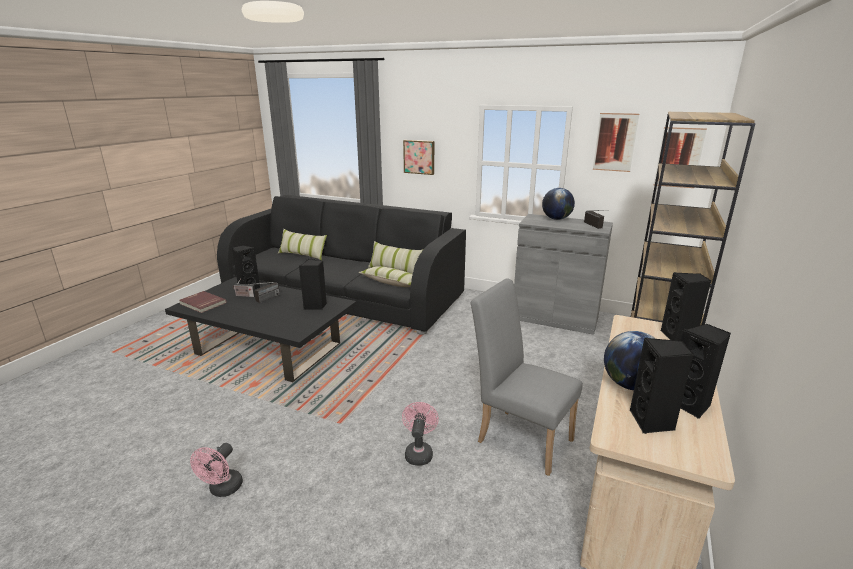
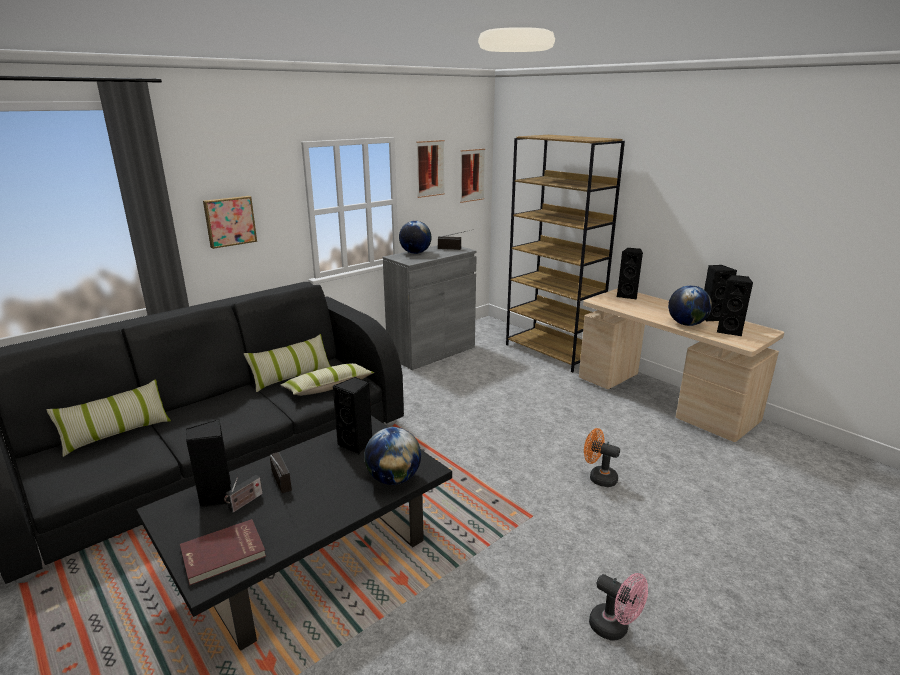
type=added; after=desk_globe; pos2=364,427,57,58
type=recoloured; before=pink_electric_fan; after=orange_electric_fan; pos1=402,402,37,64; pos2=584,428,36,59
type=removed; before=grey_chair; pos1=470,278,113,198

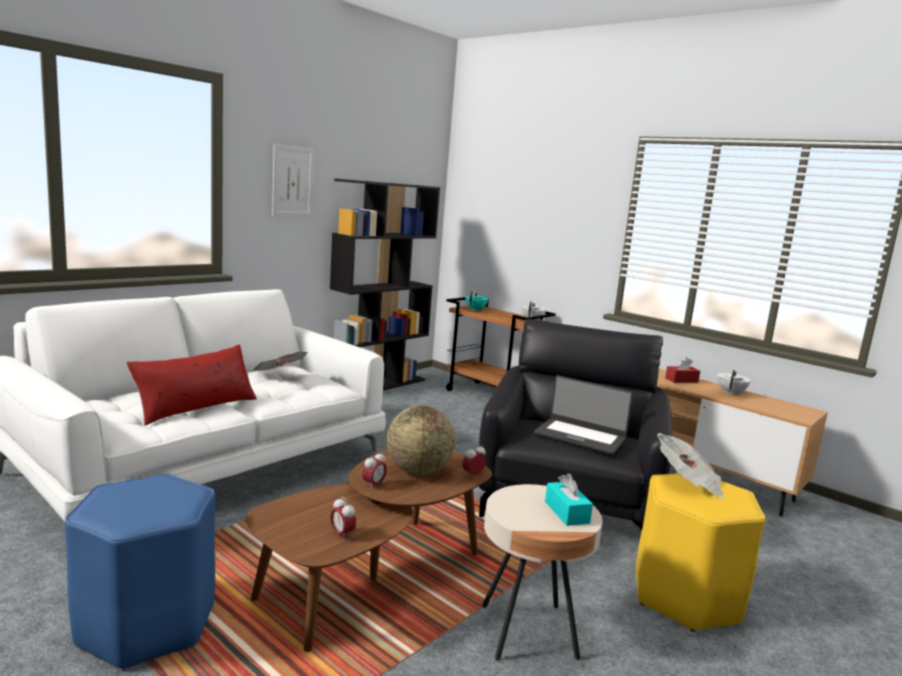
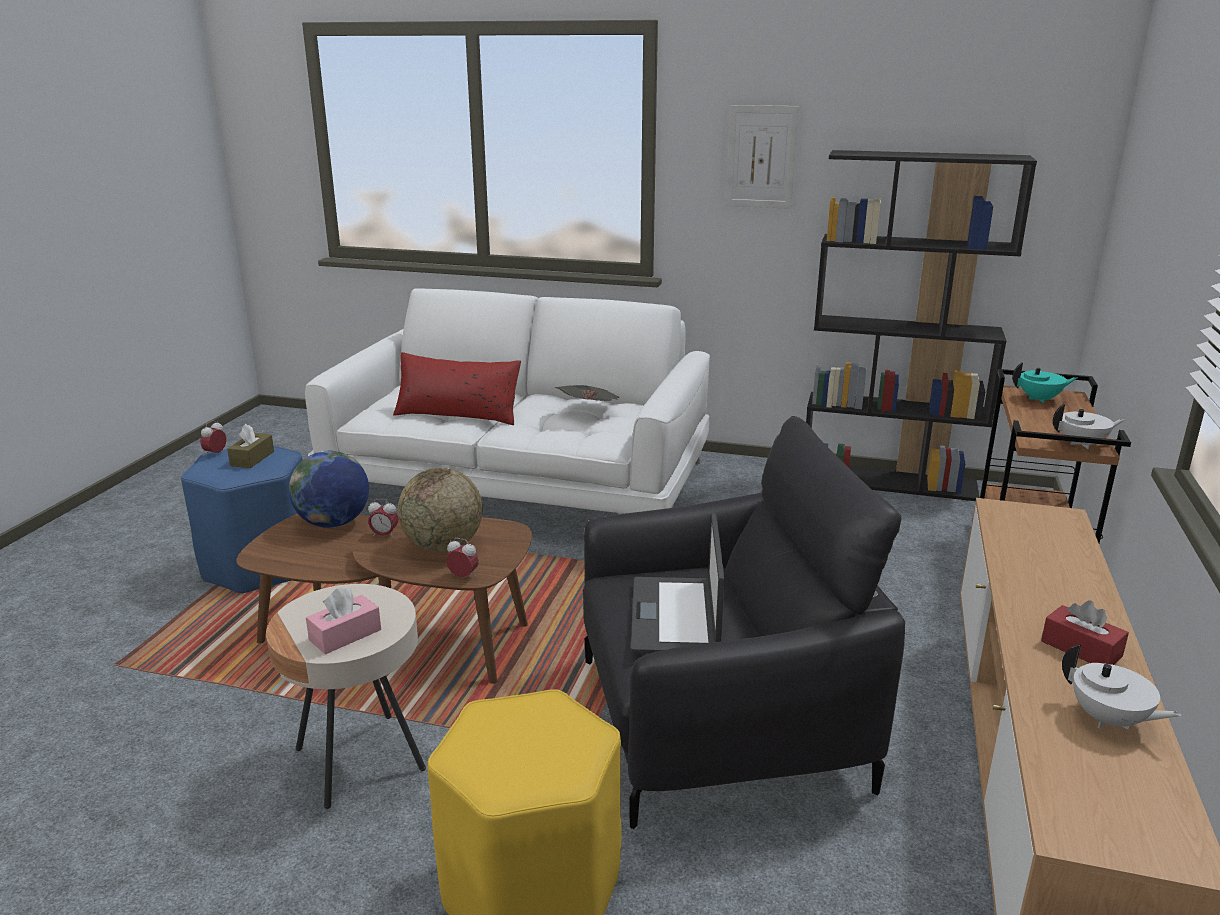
type=moved; before=table_clock; pos1=330,496,26,45; pos2=200,420,26,37
type=added; after=brown_box_of_tissues; pos2=227,424,47,44
type=added; after=desk_globe; pos2=289,451,80,77
type=recoloured; before=turquoise_box_of_tissues; after=pink_box_of_tissues; pos1=545,473,48,53; pos2=306,587,75,67
type=turned; before=white_tea_pot; pos1=717,370,34,25; pos2=1062,644,120,86; turn=45
type=removed; before=newspaper; pos1=657,433,67,65

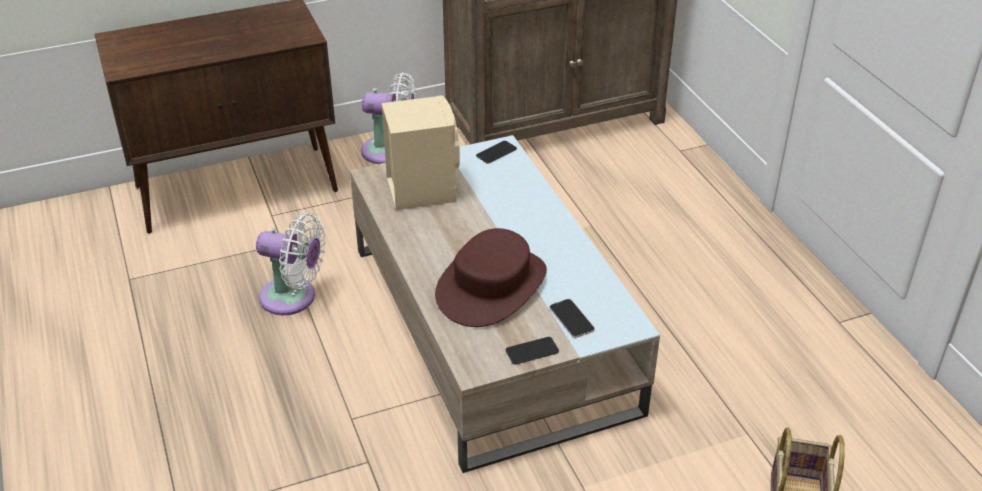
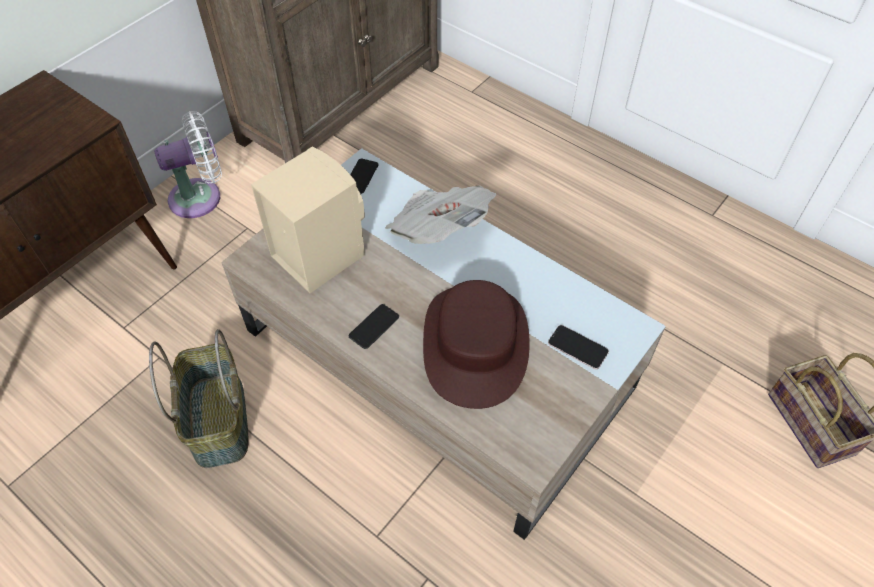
type=replaced; before=white_electric_fan; after=household_basket; pos1=256,213,70,102; pos2=149,329,99,139
type=moved; before=handset; pos1=506,337,53,28; pos2=349,304,50,45
type=added; after=newspaper; pos2=385,186,111,58

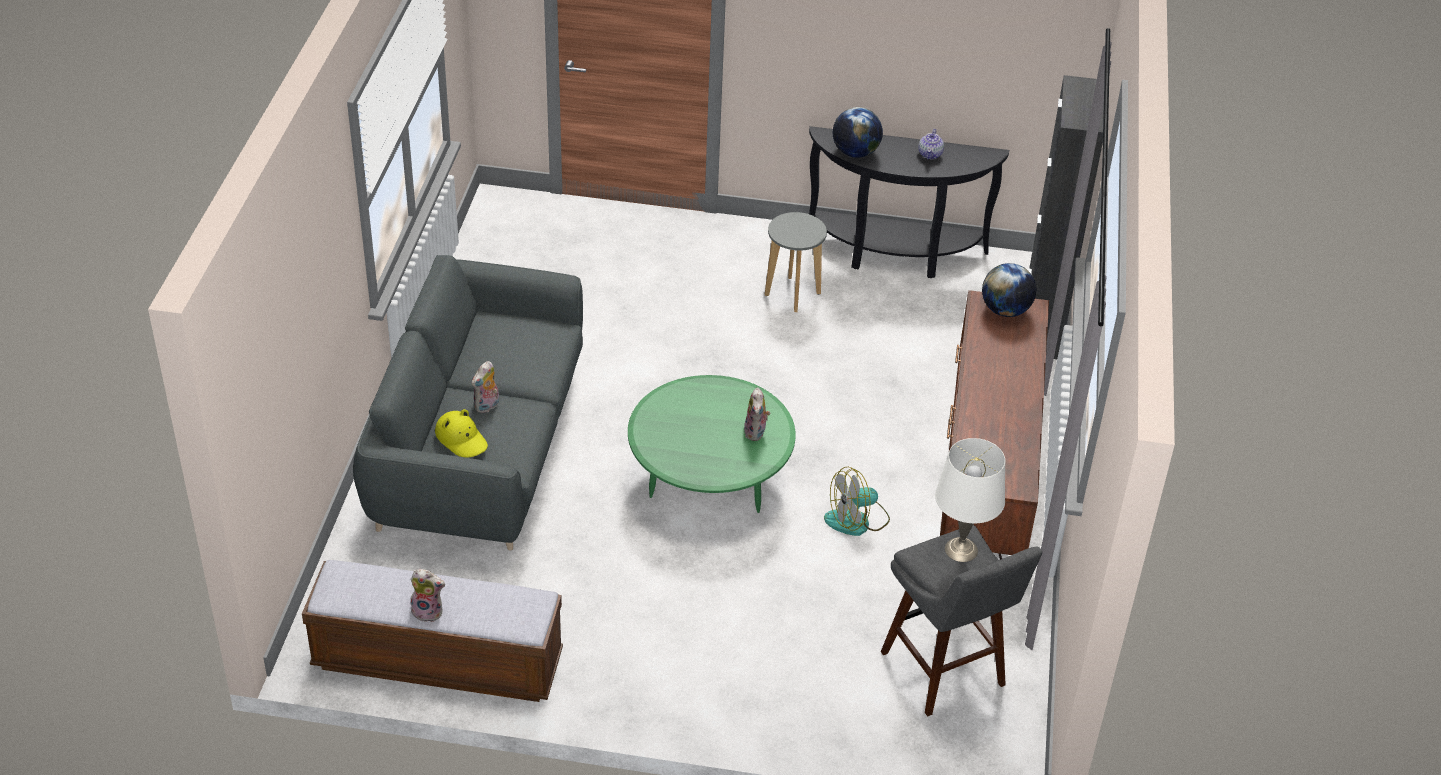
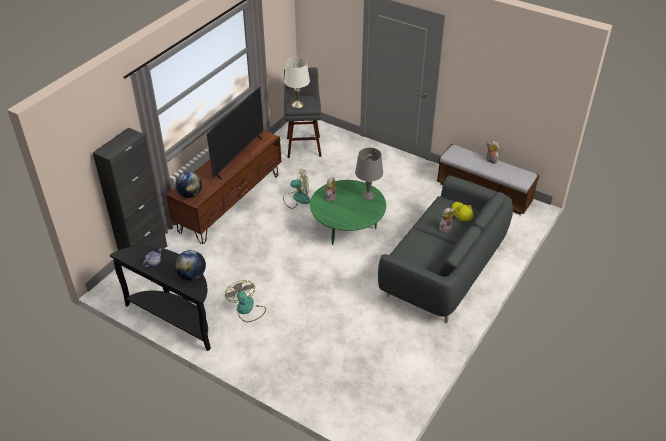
type=added; after=TV; pos2=207,87,56,92
type=replaced; before=grey_stool_seat; after=electric_fan; pos1=765,212,62,100; pos2=225,280,41,42
type=added; after=grey_lamp_for_a_table; pos2=355,148,28,52

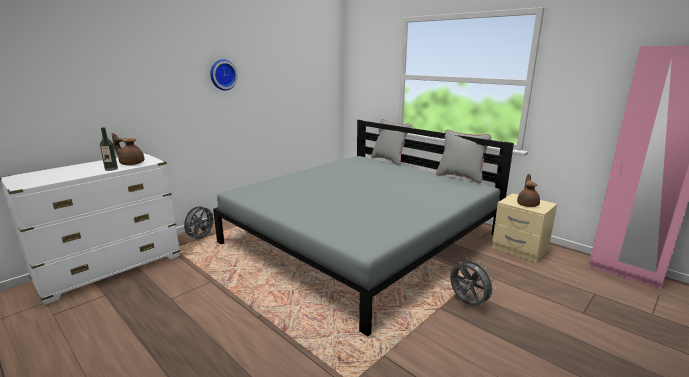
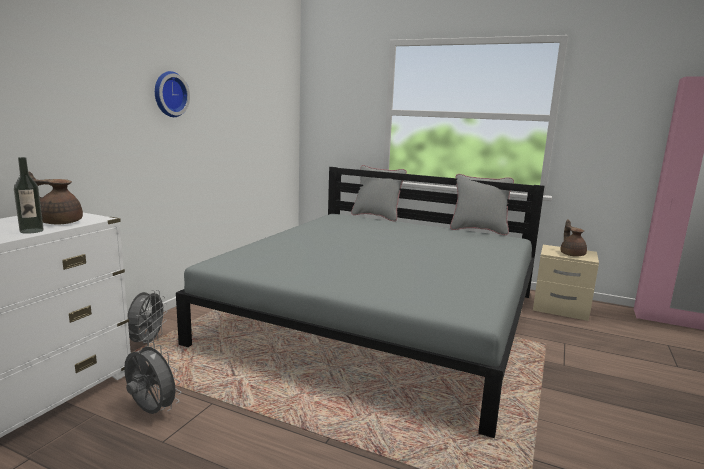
type=moved; before=grey_electric_fan; pos1=450,258,46,48; pos2=124,342,57,72

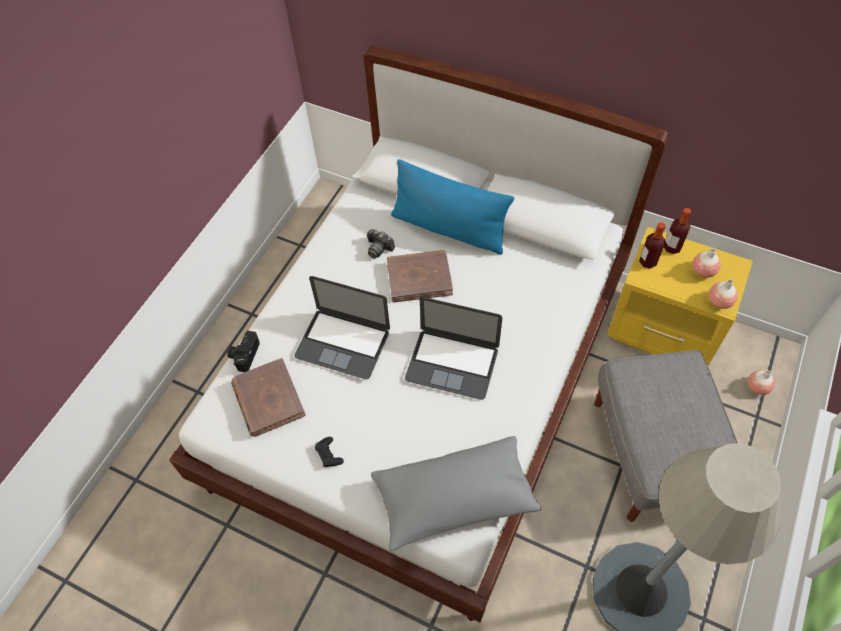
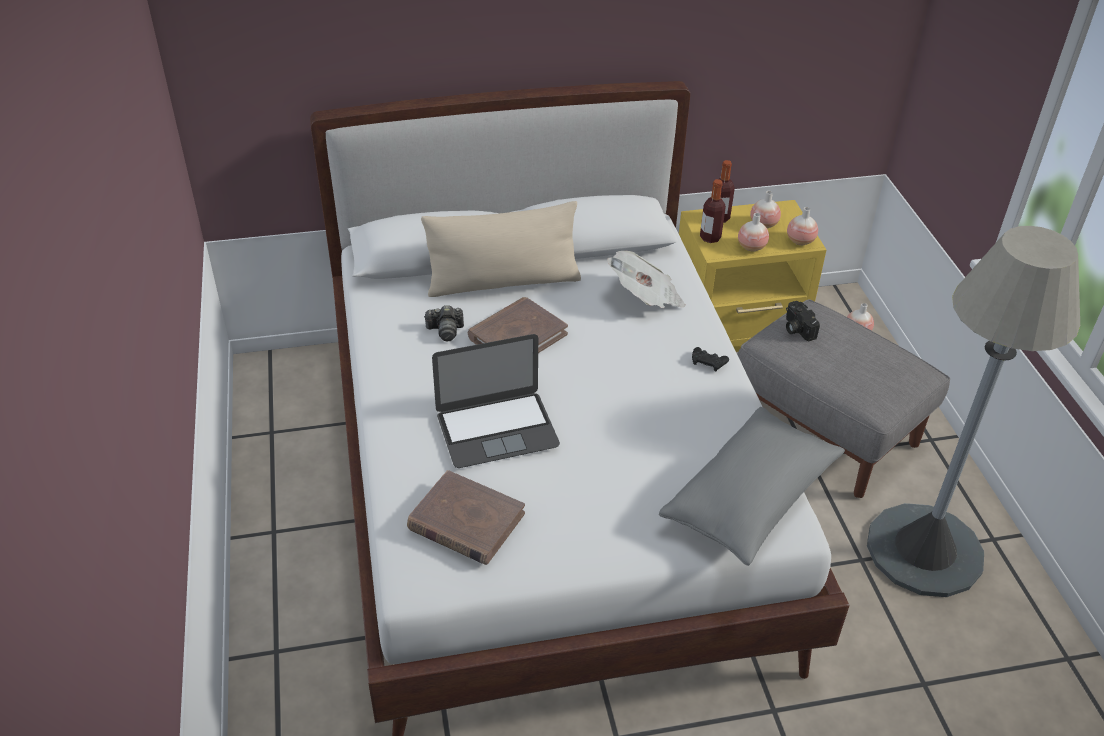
type=recoloured; before=blue_pillow; after=sand-coloured_pillow; pos1=391,159,123,96; pos2=421,201,160,96
type=added; after=newspaper; pos2=607,251,79,57
type=moved; before=black_joypad; pos1=315,437,29,30; pos2=692,347,37,25
type=added; after=flower_vase; pos2=738,213,31,39
type=moved; before=still_camera; pos1=227,331,33,41; pos2=786,301,34,41
type=removed; before=notebook_computer; pos1=405,297,97,103

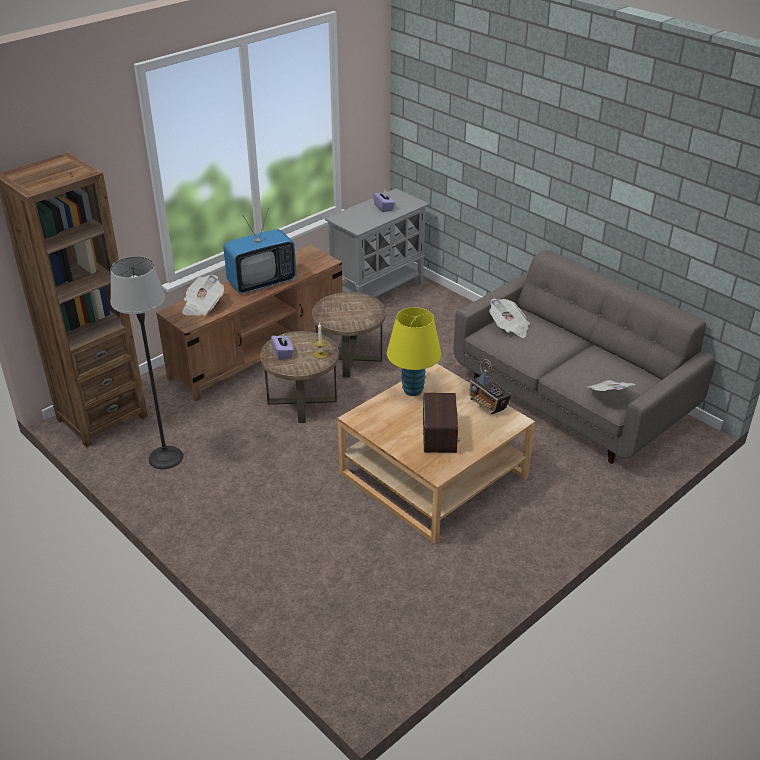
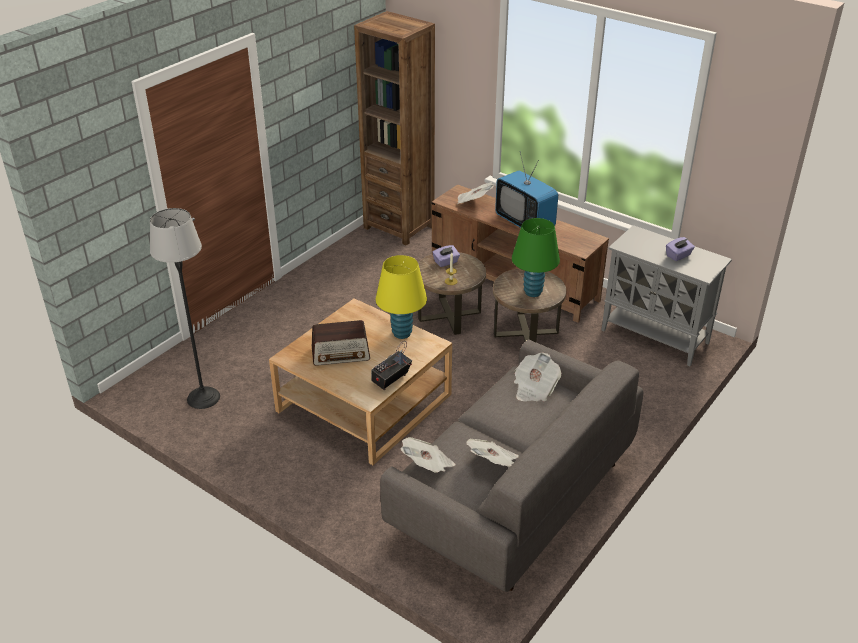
type=moved; before=floor_lamp; pos1=110,256,73,213; pos2=150,208,70,201
type=added; after=newspaper; pos2=466,439,53,28
type=added; after=green_lamp_for_a_table; pos2=512,218,48,79

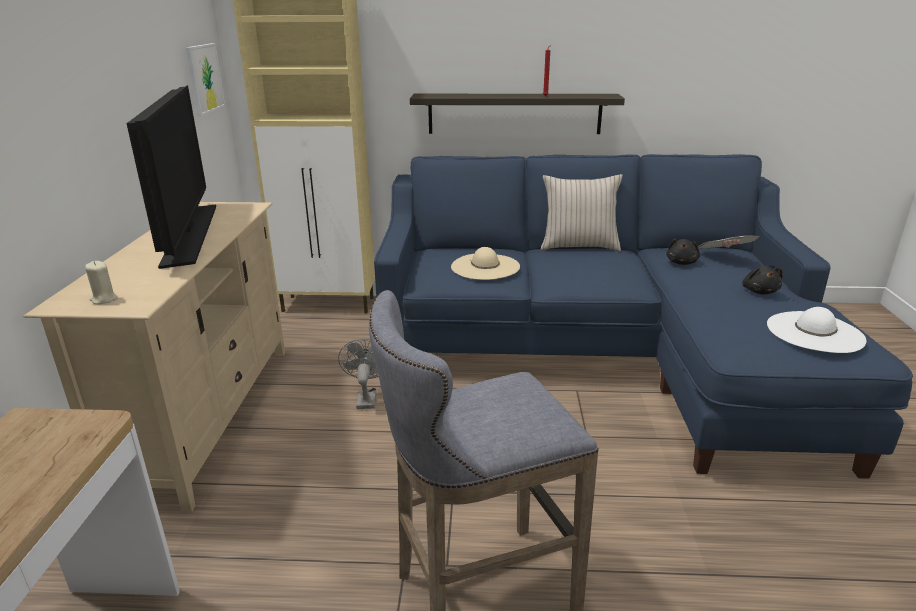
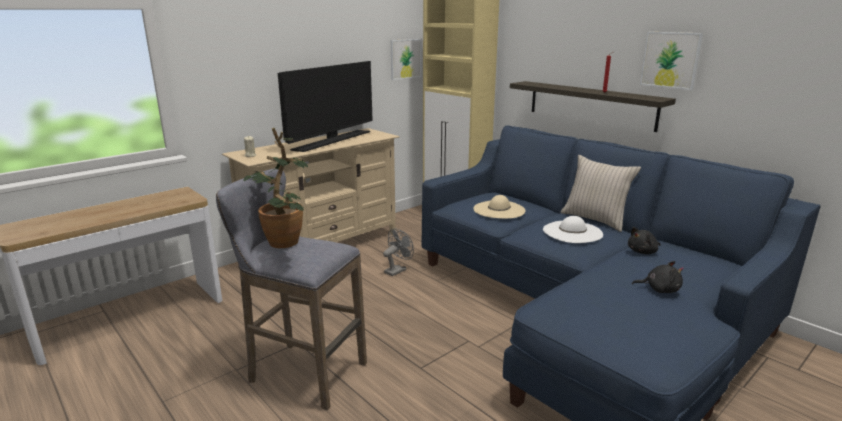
type=added; after=plant_in_a_pot; pos2=243,128,65,120
type=moved; before=white_hat; pos1=767,307,99,46; pos2=543,216,60,27
type=turned; before=black_cuddly_toy; pos1=742,266,41,28; pos2=632,261,52,32; turn=-120
type=added; after=picture; pos2=640,32,63,58
type=removed; before=newspaper; pos1=698,235,62,13

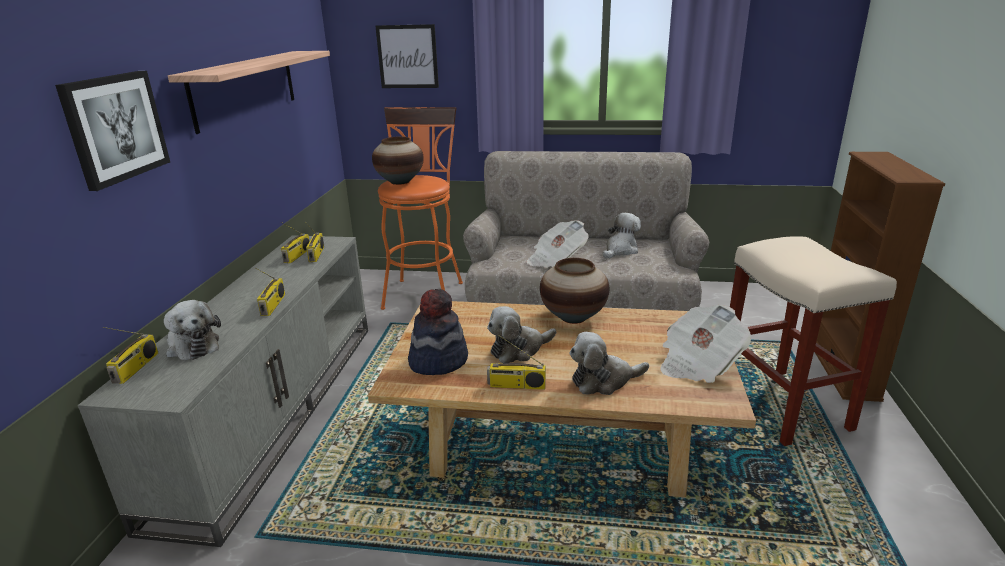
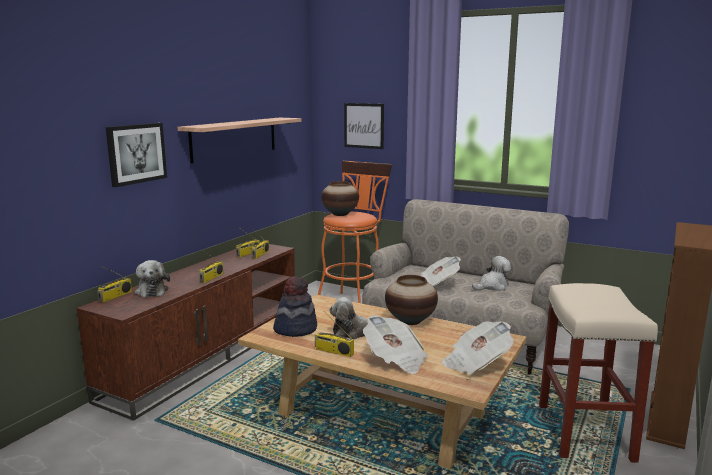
type=recoloured; before=grey_tv_unit; after=brown_tv_unit; pos1=78,235,290,312; pos2=77,244,218,177
type=replaced; before=cuddly_toy; after=newspaper; pos1=569,332,80,63; pos2=363,315,65,59

